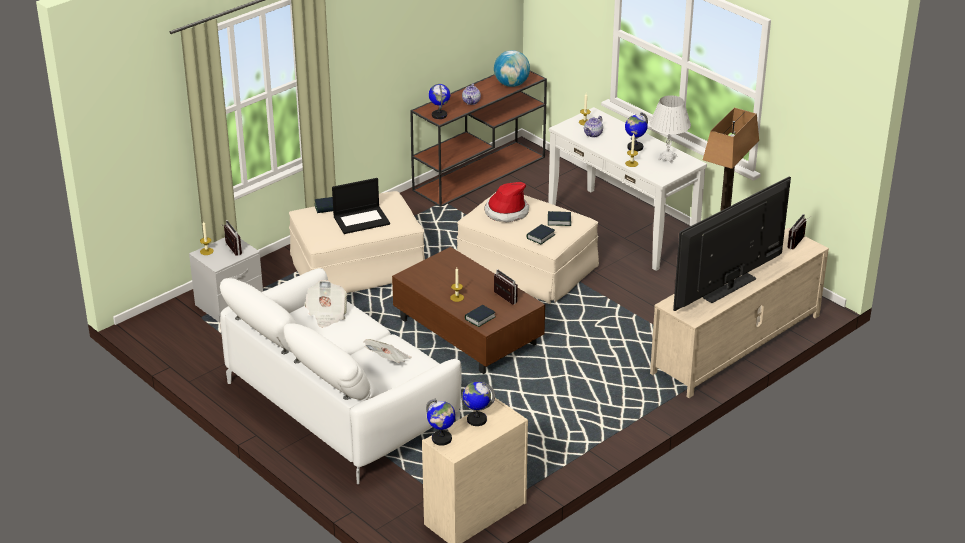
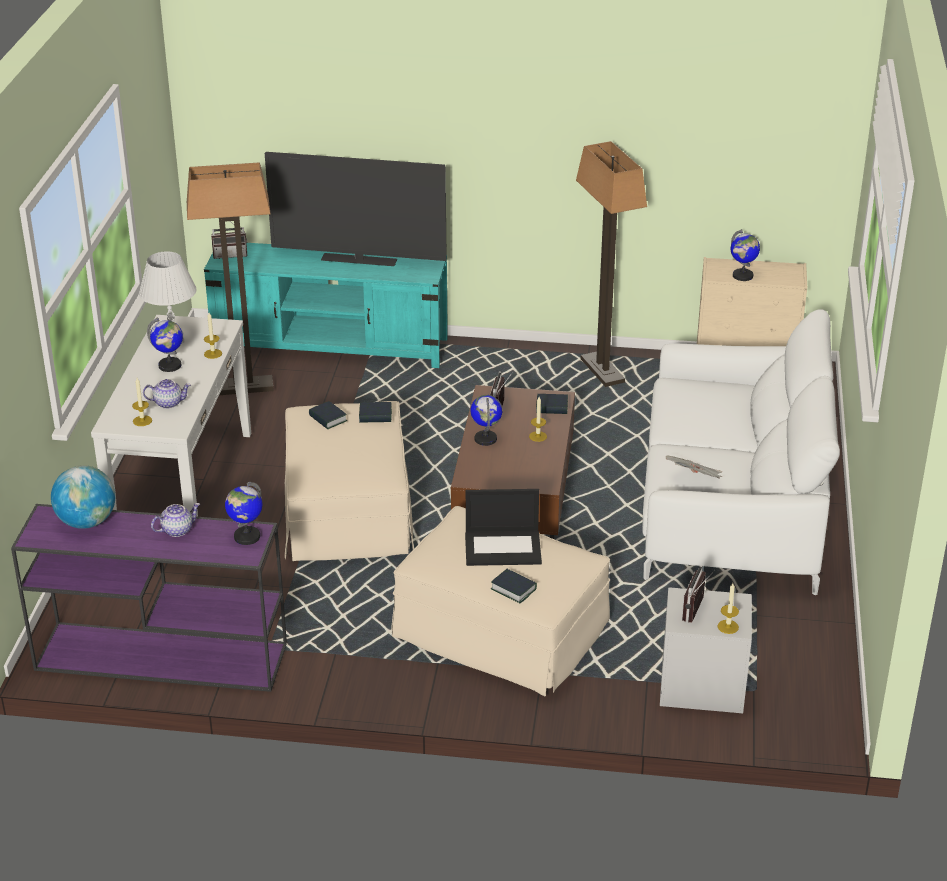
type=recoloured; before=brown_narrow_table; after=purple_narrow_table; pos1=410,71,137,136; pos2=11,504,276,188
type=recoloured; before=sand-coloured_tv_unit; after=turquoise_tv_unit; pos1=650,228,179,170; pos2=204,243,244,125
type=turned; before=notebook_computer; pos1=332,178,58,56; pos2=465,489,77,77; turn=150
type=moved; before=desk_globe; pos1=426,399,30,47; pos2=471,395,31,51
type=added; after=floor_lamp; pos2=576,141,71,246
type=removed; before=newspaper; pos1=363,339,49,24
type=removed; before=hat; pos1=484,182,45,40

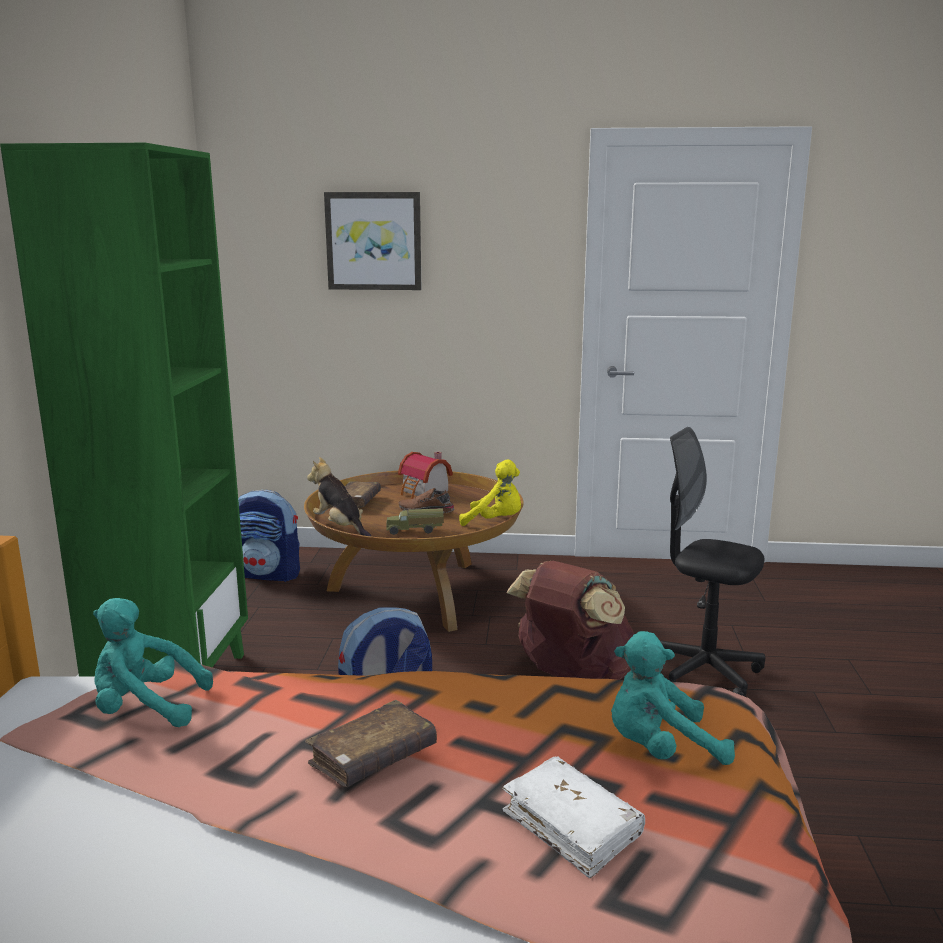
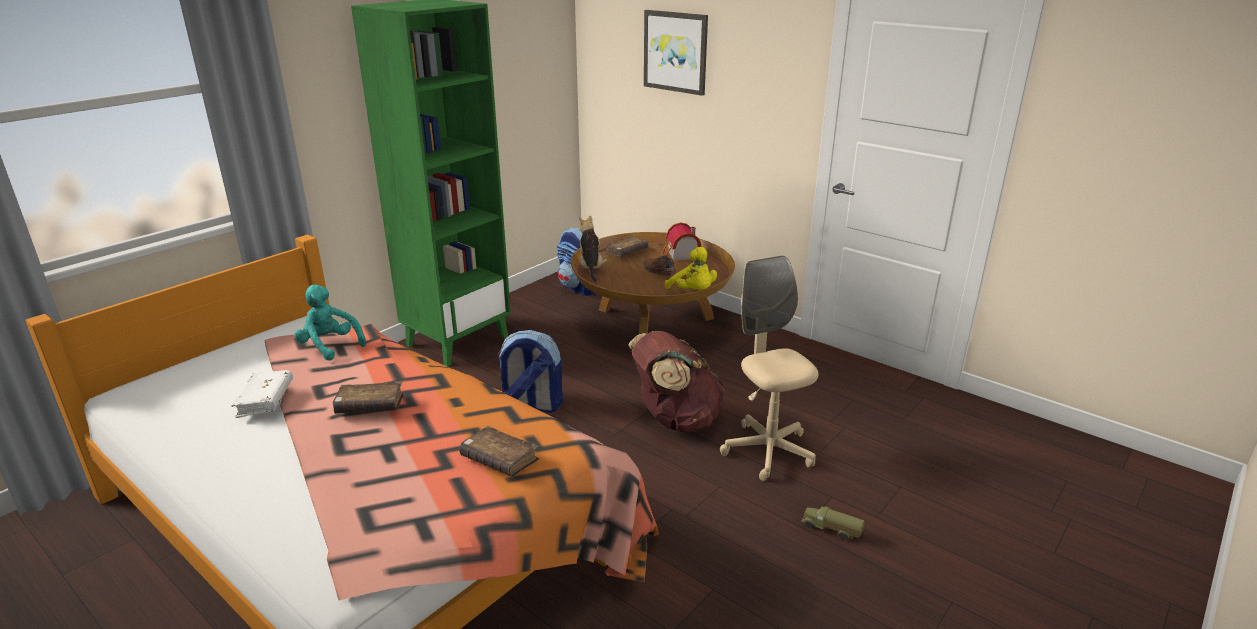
type=moved; before=white_book; pos1=503,756,142,122; pos2=231,370,62,48
type=replaced; before=turquoise_cuddly_toy; after=brown_book; pos1=611,631,124,134; pos2=459,426,80,51
type=recoloured; before=black_office_chair; after=sand-coloured_office_chair; pos1=660,427,105,269; pos2=720,256,99,225
type=moved; before=toy_truck; pos1=386,508,58,27; pos2=801,507,64,33

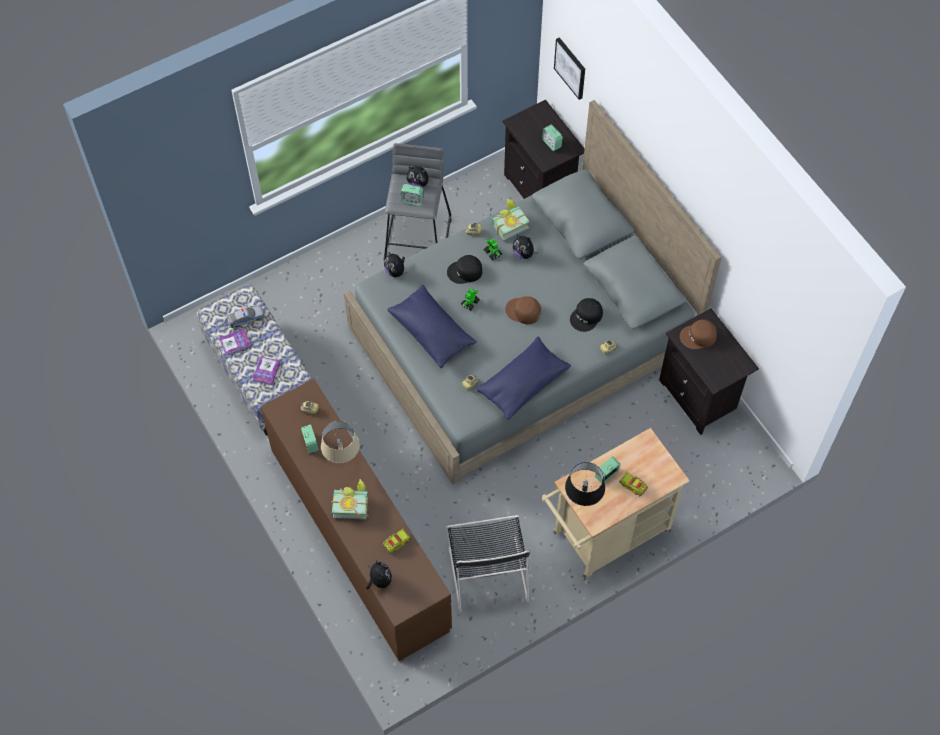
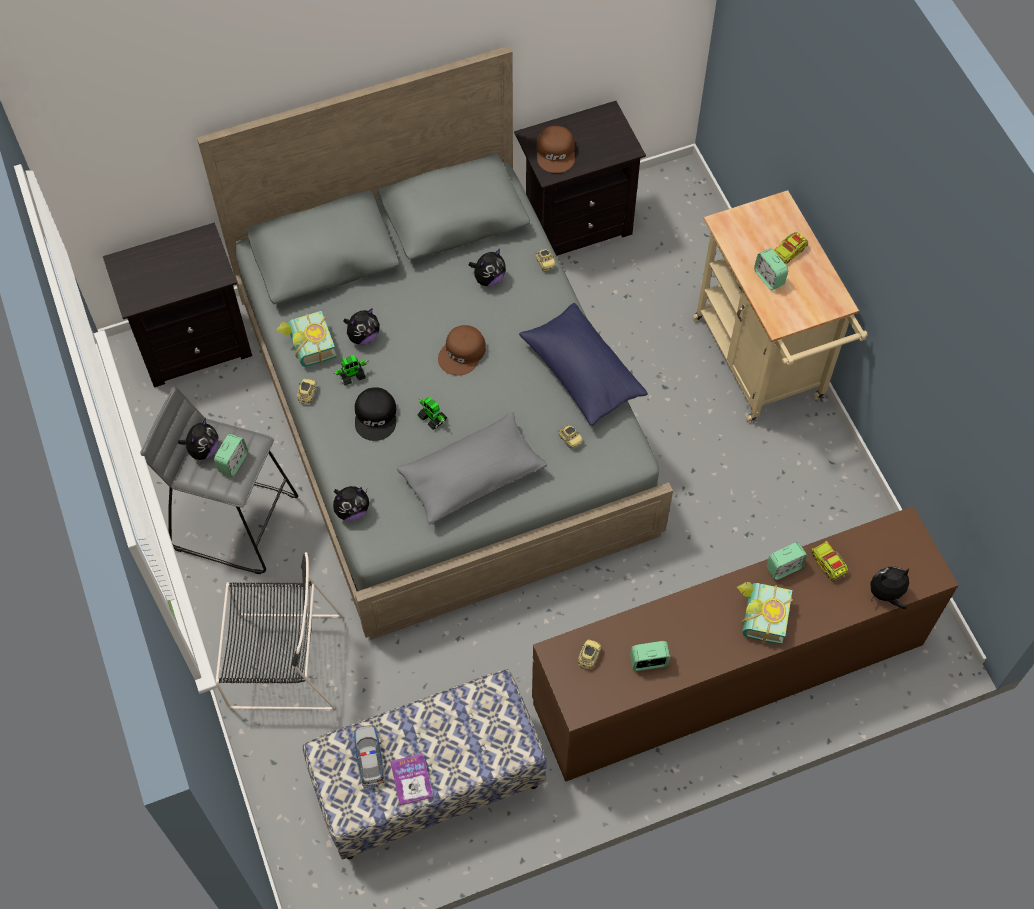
type=moved; before=black_chair; pos1=446,515,84,97; pos2=216,552,126,159
type=recoloured; before=blue_pillow; after=grey_pillow; pos1=387,285,90,83; pos2=397,412,150,113
type=replaced; before=black_cap; after=cuddly_toy; pos1=570,298,33,34; pos2=469,249,37,37
type=moved; before=table_clock; pos1=542,125,21,26; pos2=766,542,41,38
type=removed; before=book; pos1=252,356,28,29
type=removed; before=sand-coloured_lamp_for_a_table; pos1=321,421,39,42
type=removed; before=picture; pos1=554,37,31,63
type=removed; before=black_lamp_for_a_table; pos1=565,462,40,44

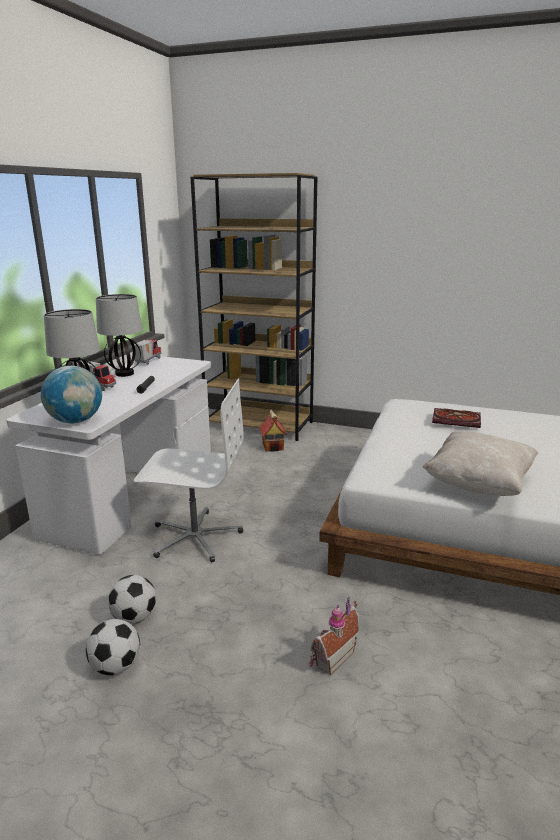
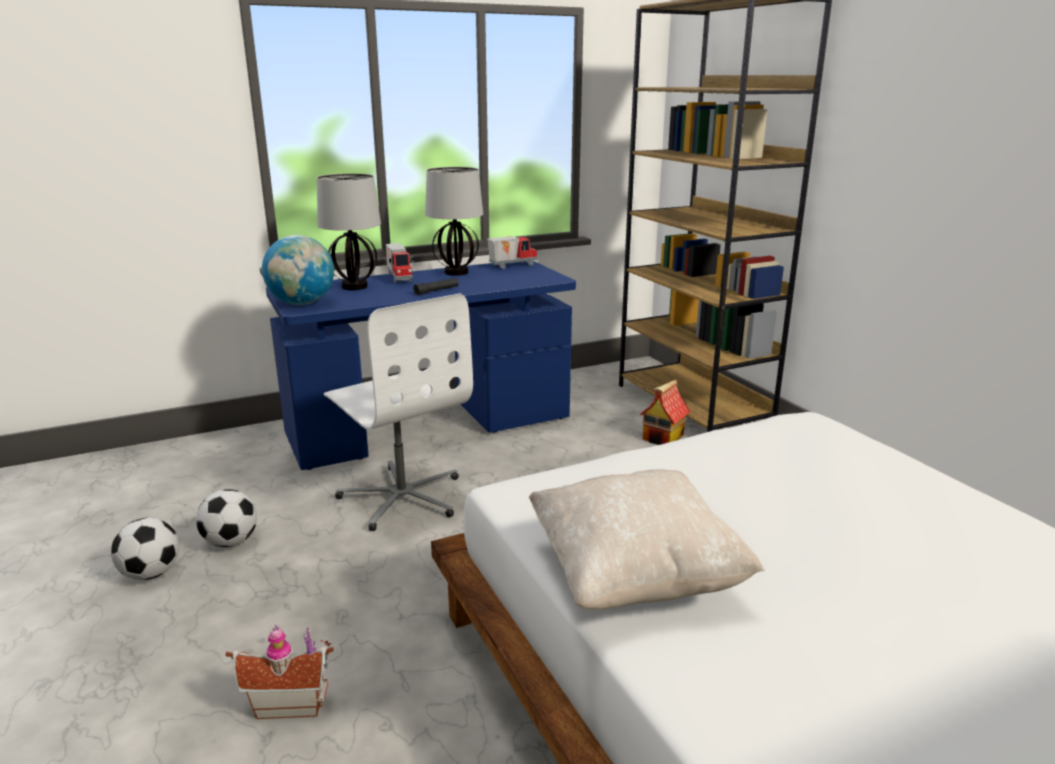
type=recoloured; before=white_desk_table; after=blue_desk_table; pos1=6,356,205,199; pos2=266,261,310,209
type=removed; before=book; pos1=432,408,49,20

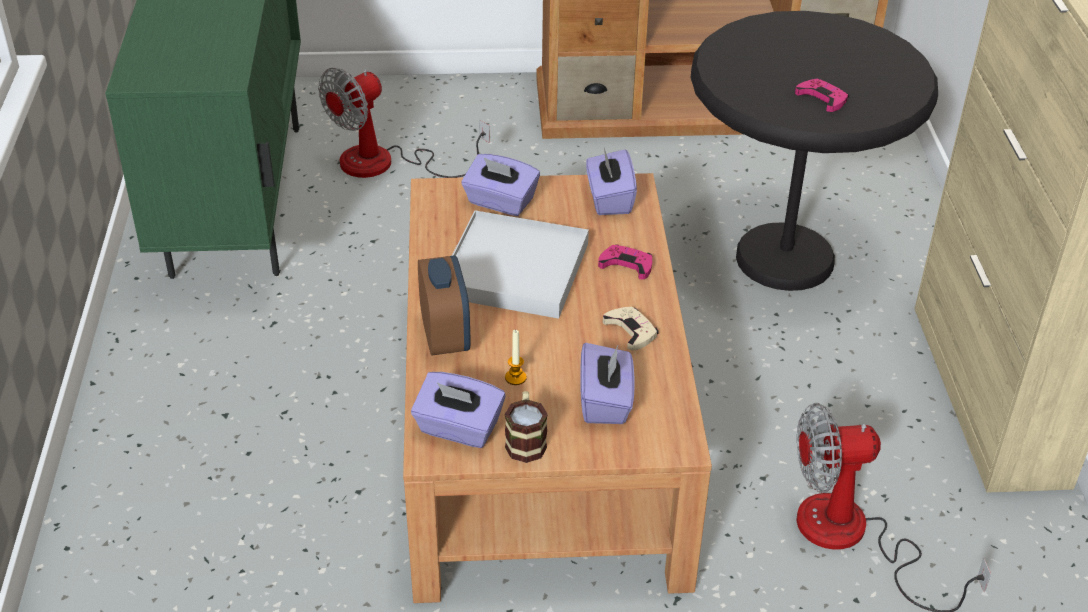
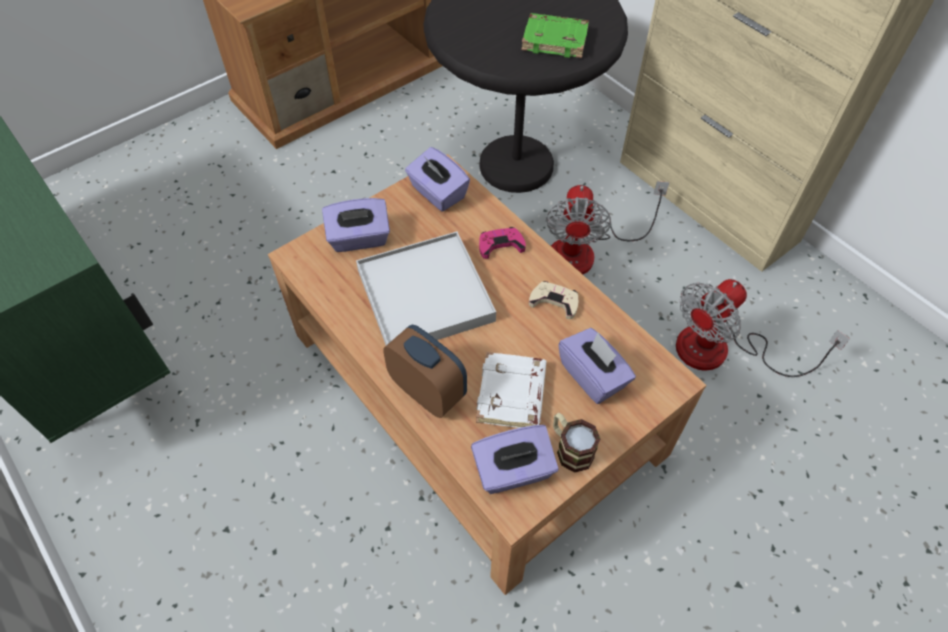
type=replaced; before=candle; after=white_book; pos1=505,330,22,55; pos2=476,352,70,76
type=replaced; before=pink_joypad; after=green_book; pos1=795,79,54,33; pos2=521,13,68,45
type=moved; before=electric_fan; pos1=318,68,172,110; pos2=546,181,123,93

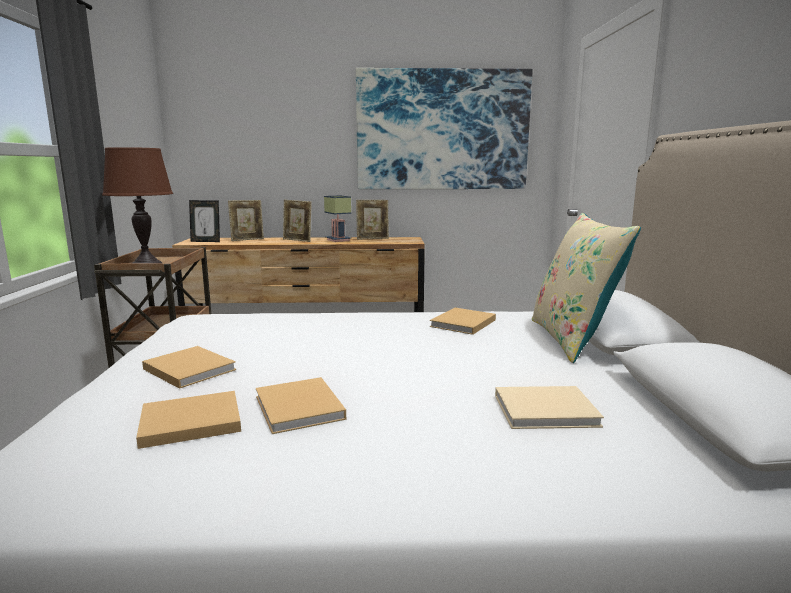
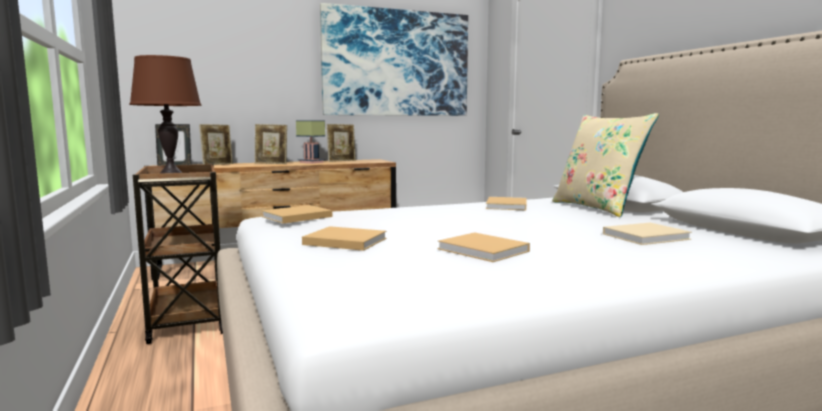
type=moved; before=sand-coloured_book; pos1=136,391,105,58; pos2=262,205,70,19

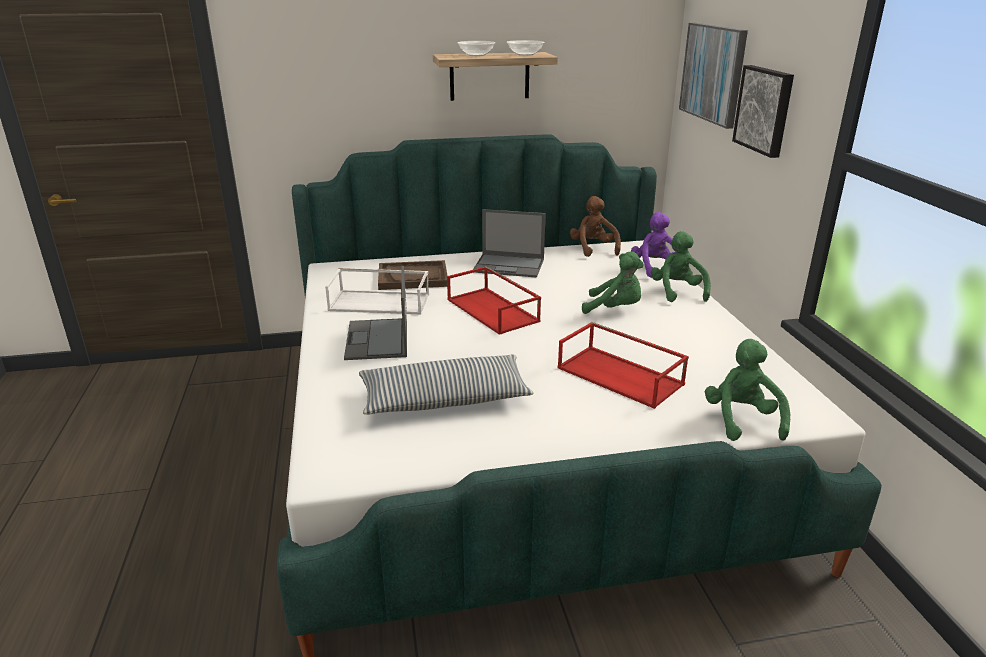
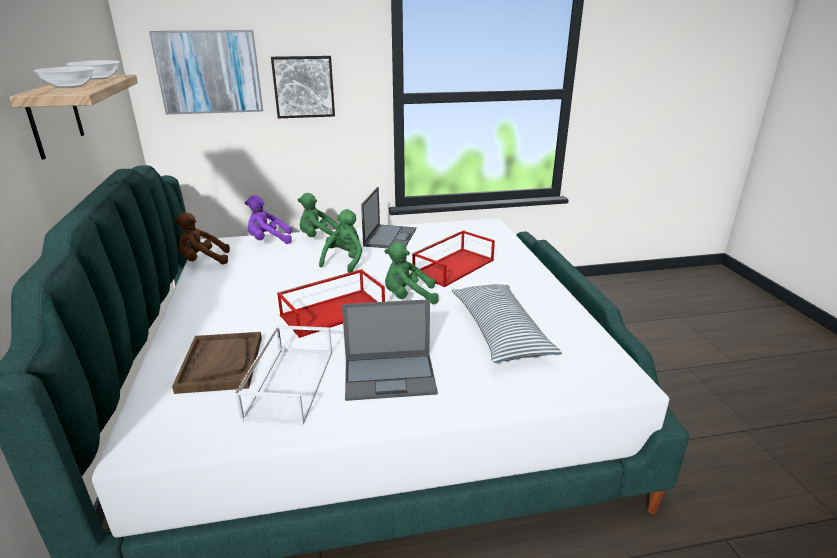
type=moved; before=notebook_computer; pos1=473,209,73,69; pos2=361,187,55,61
type=moved; before=green_cuddly_toy; pos1=705,339,85,102; pos2=384,242,55,62

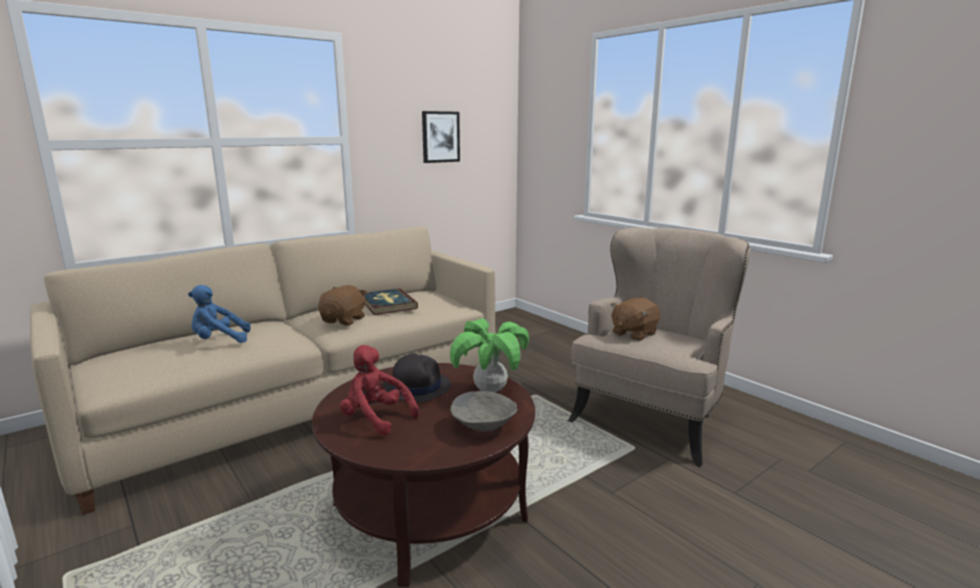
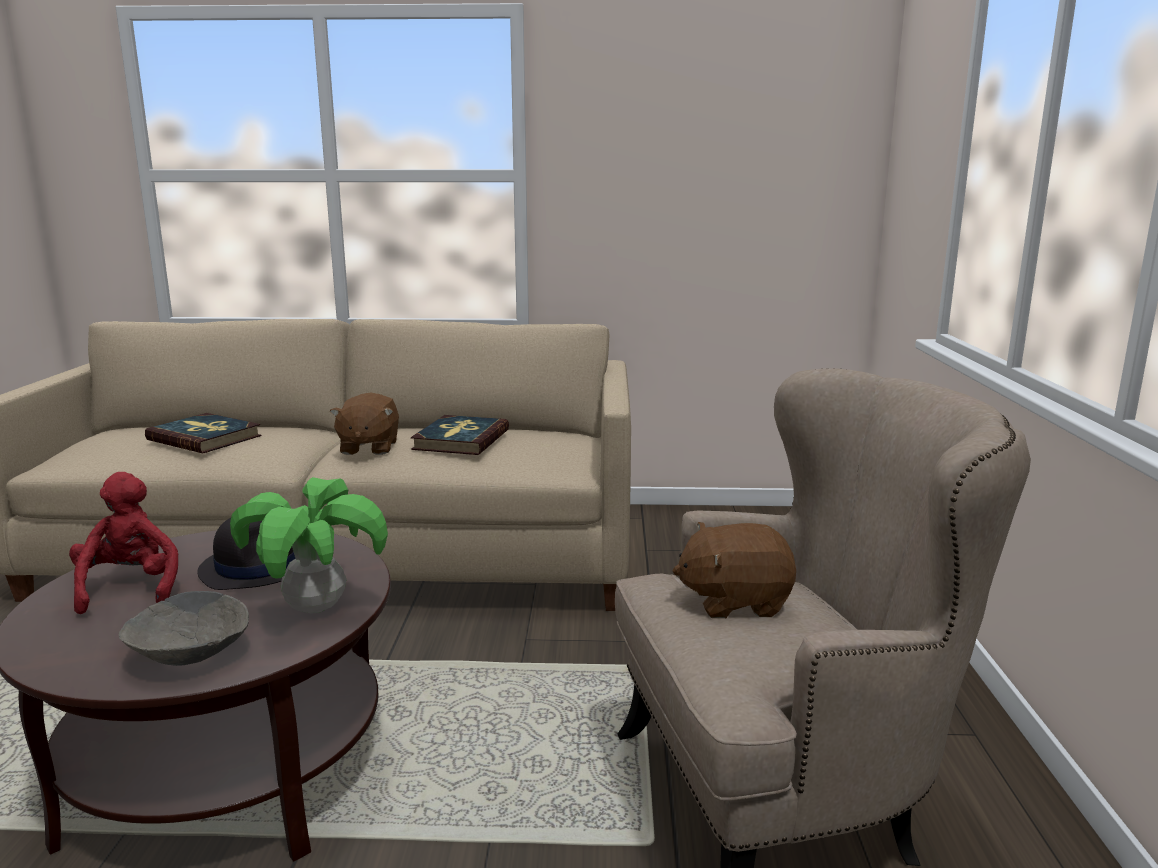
type=replaced; before=blue_cuddly_toy; after=book; pos1=188,285,63,58; pos2=145,413,116,40
type=turned; before=brown_cuddly_toy; pos1=318,285,49,41; pos2=330,392,69,63; turn=120
type=removed; before=picture; pos1=422,111,38,52

